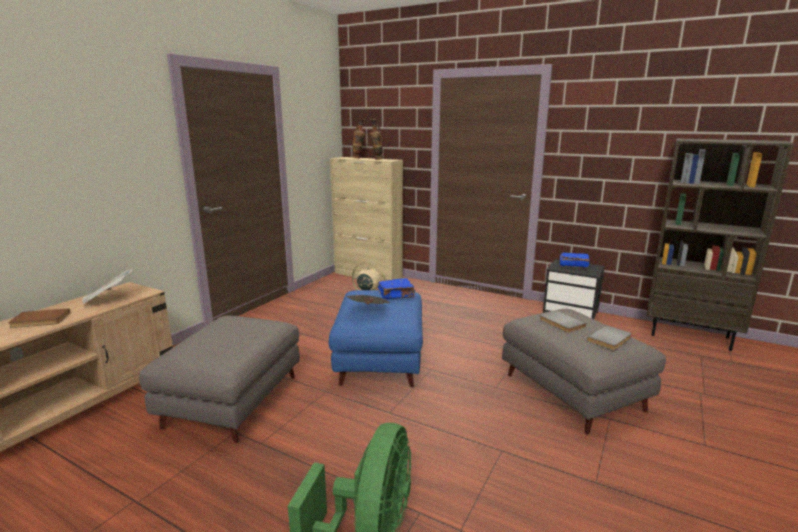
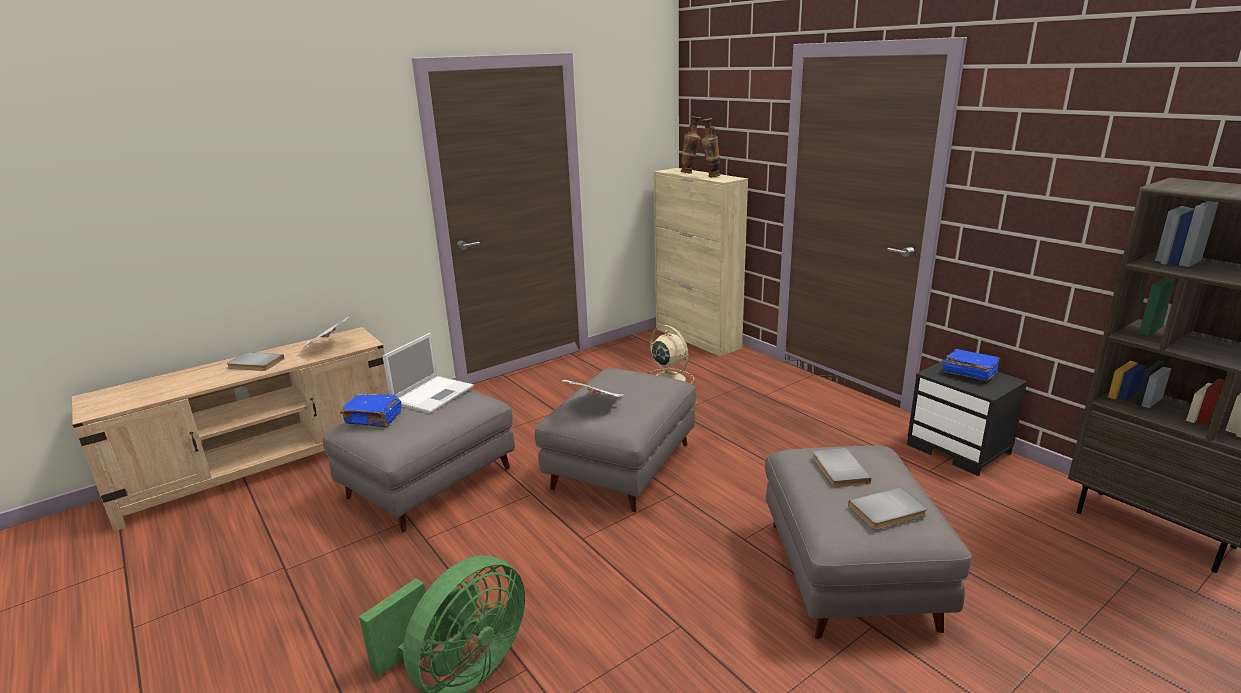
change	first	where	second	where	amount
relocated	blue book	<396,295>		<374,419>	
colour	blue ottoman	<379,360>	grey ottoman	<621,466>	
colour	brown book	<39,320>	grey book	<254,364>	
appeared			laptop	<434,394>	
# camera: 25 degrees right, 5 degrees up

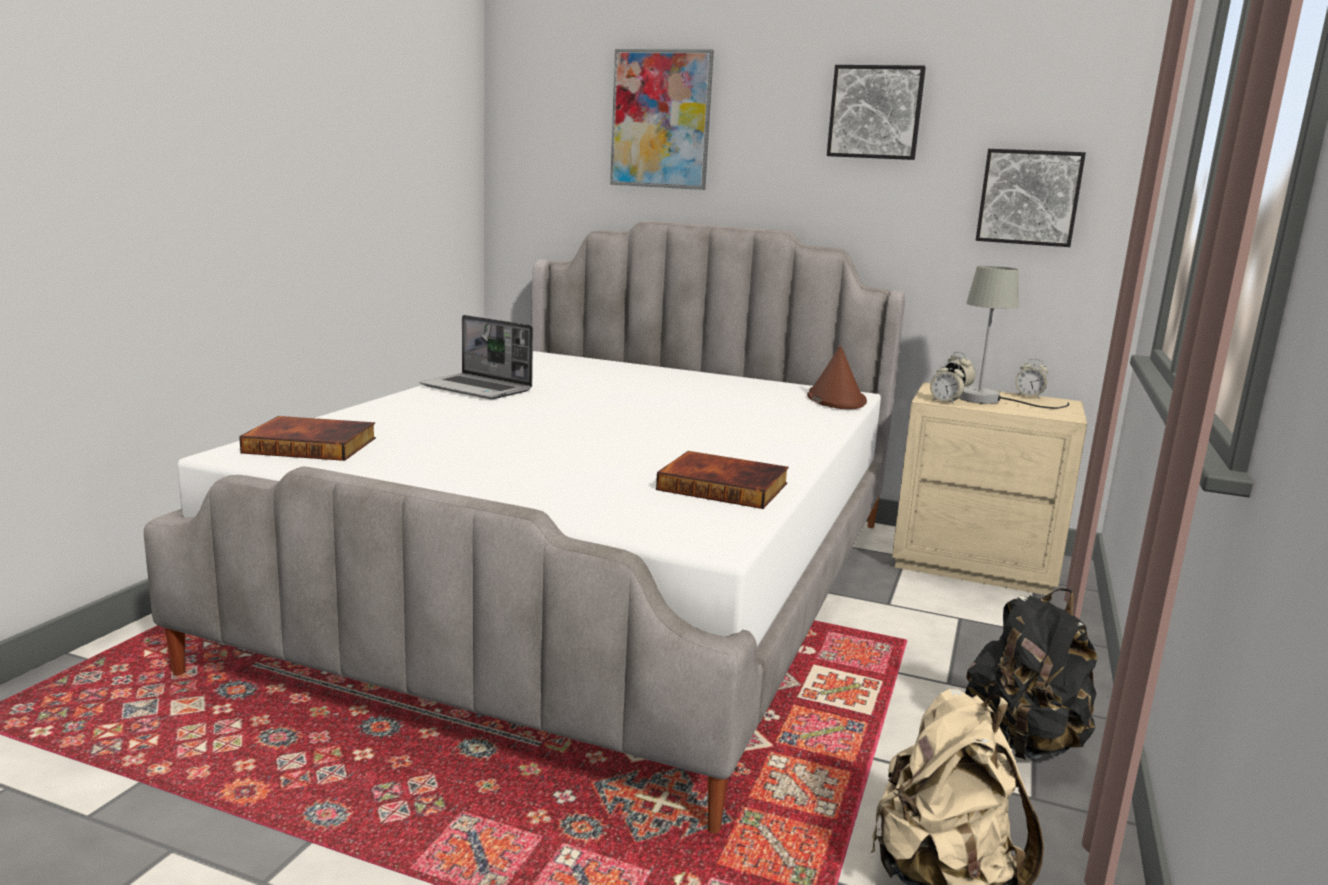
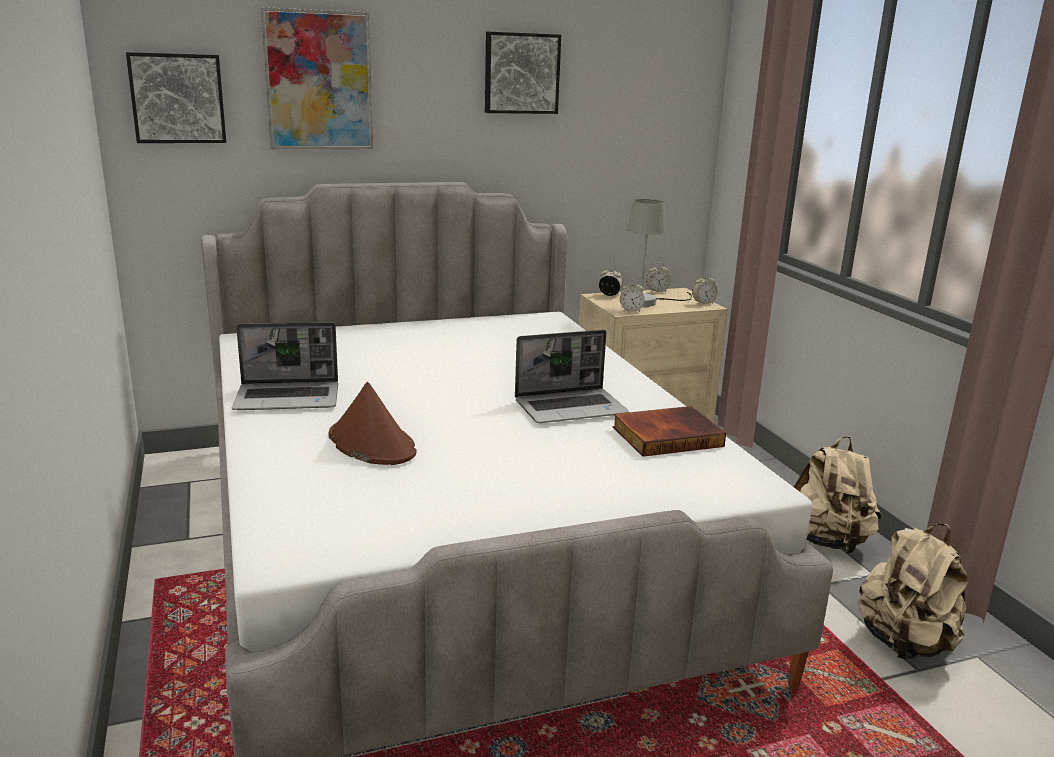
change	first	where	second	where	amount
relocated	picture	<1029,197>		<178,98>	
relocated	brown hat	<835,399>		<371,444>	
missing	book	<312,445>			
colour	black backpack	<1024,742>	beige backpack	<827,541>	
appeared			alarm clock	<703,303>	
appeared			laptop	<571,408>	
# camera: 40 degrees left, 5 degrees up

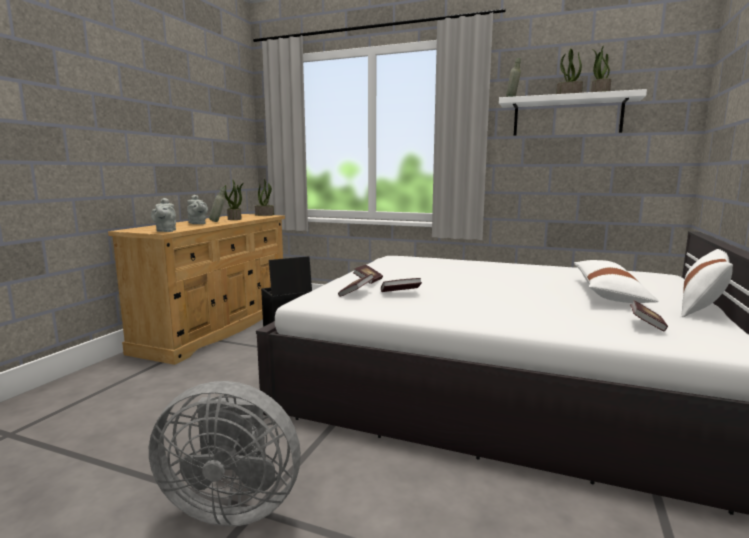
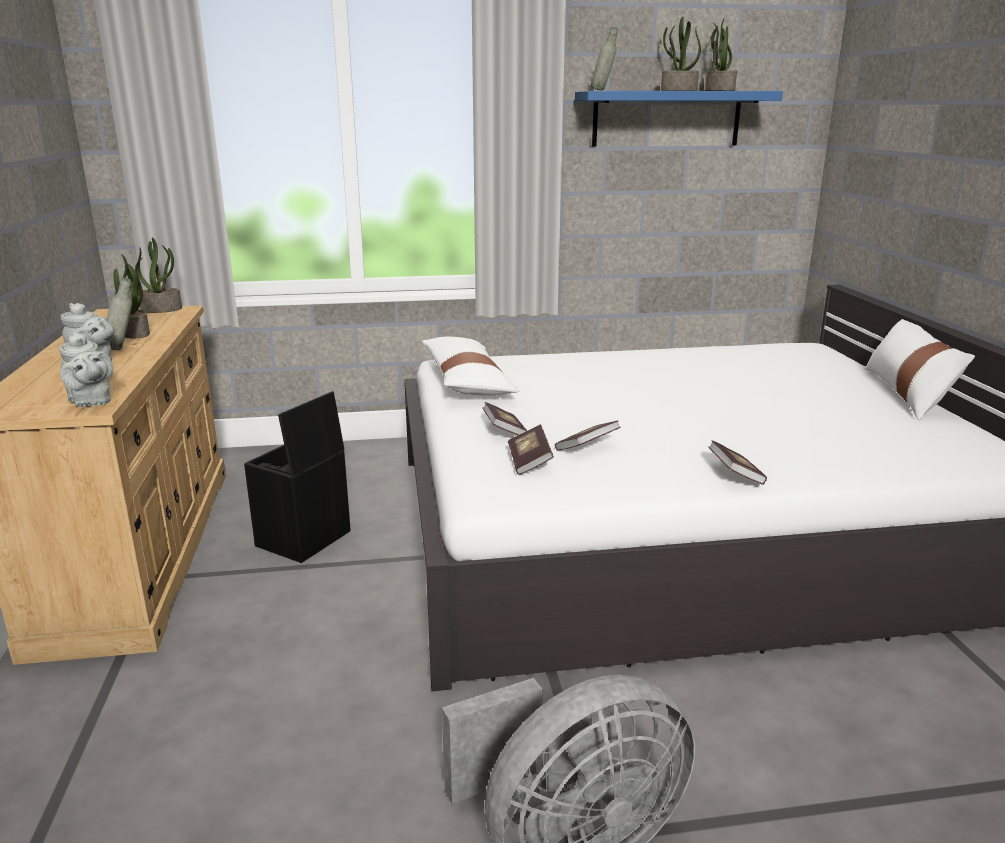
change	first	where	second	where	amount
colour	white shelf	<567,116>	blue shelf	<666,119>	
relocated	white pillow	<608,293>		<467,381>	
relocated	book	<646,325>		<735,475>	
# camera: 30 degrees left, 10 degrees up

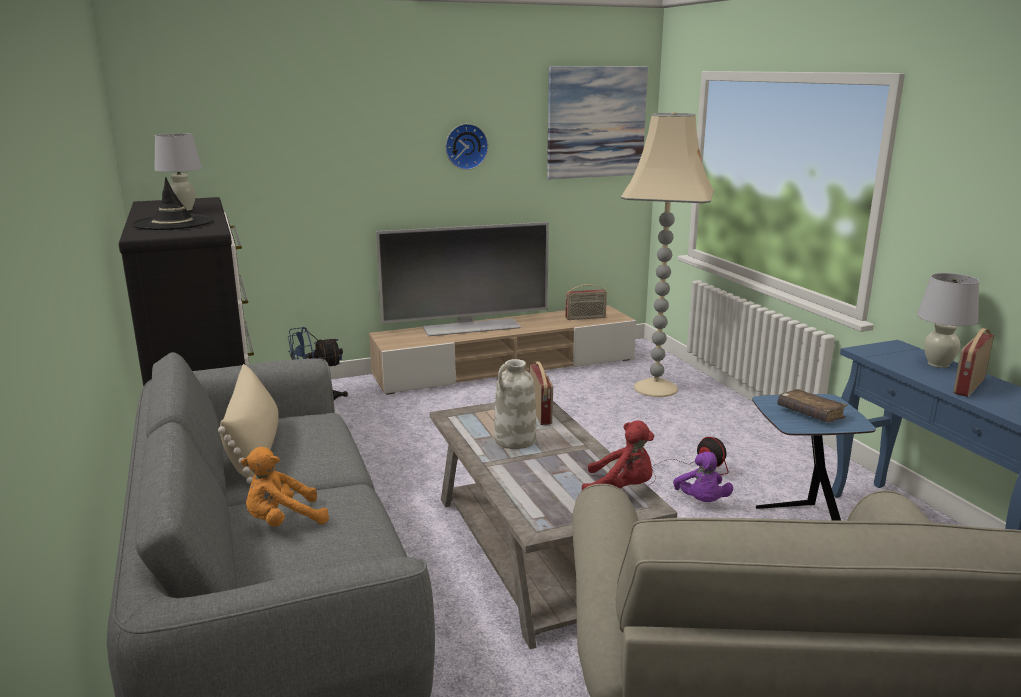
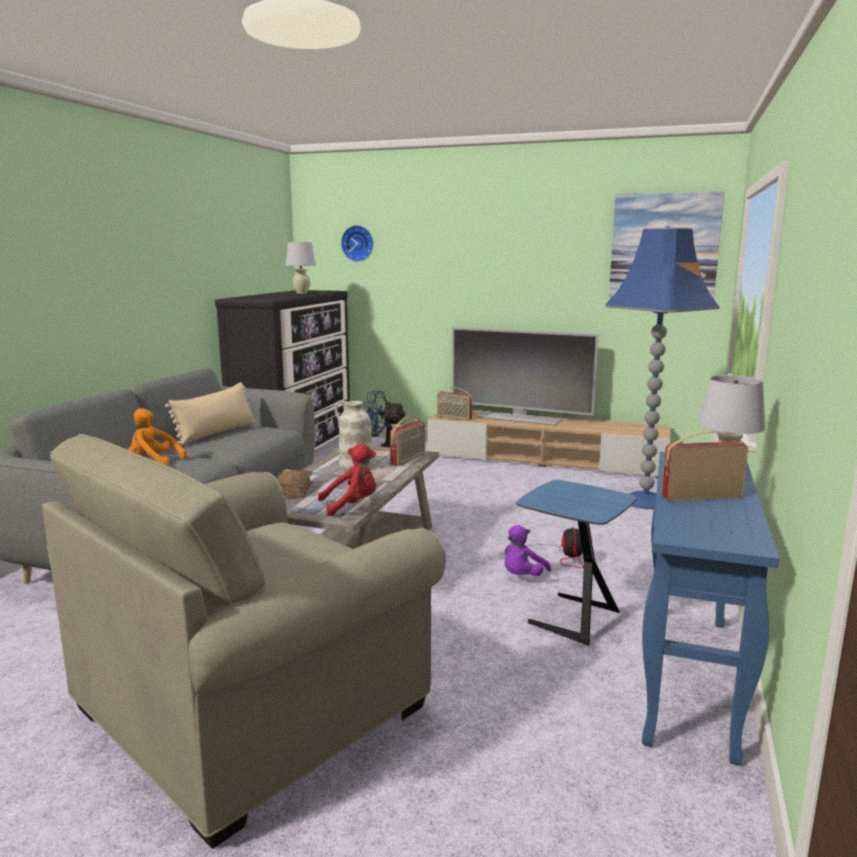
change	first	where	second	where	amount
colour	beige floor lamp	<656,388>	blue floor lamp	<646,501>	
relocated	wall clock	<465,146>		<358,243>	
missing	black hat	<173,223>			
relocated	radio	<585,318>		<454,418>	
relocated	brown book	<810,413>		<292,490>	
spun	red plush toy	<621,489>		<352,505>	75 degrees counterclockwise
# camera: 40 degrees right, 5 degrees down

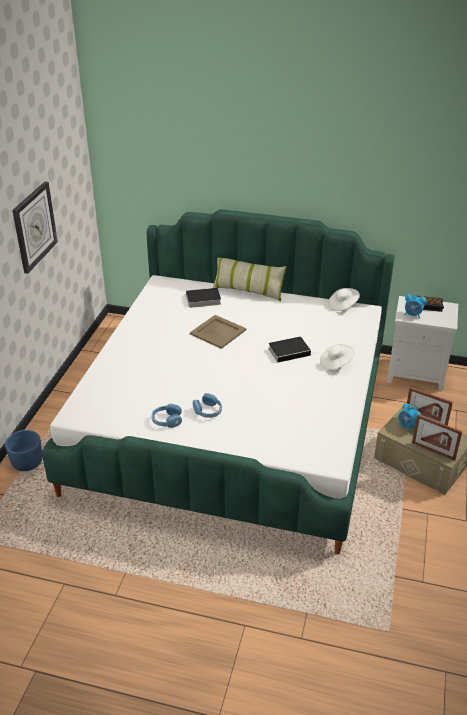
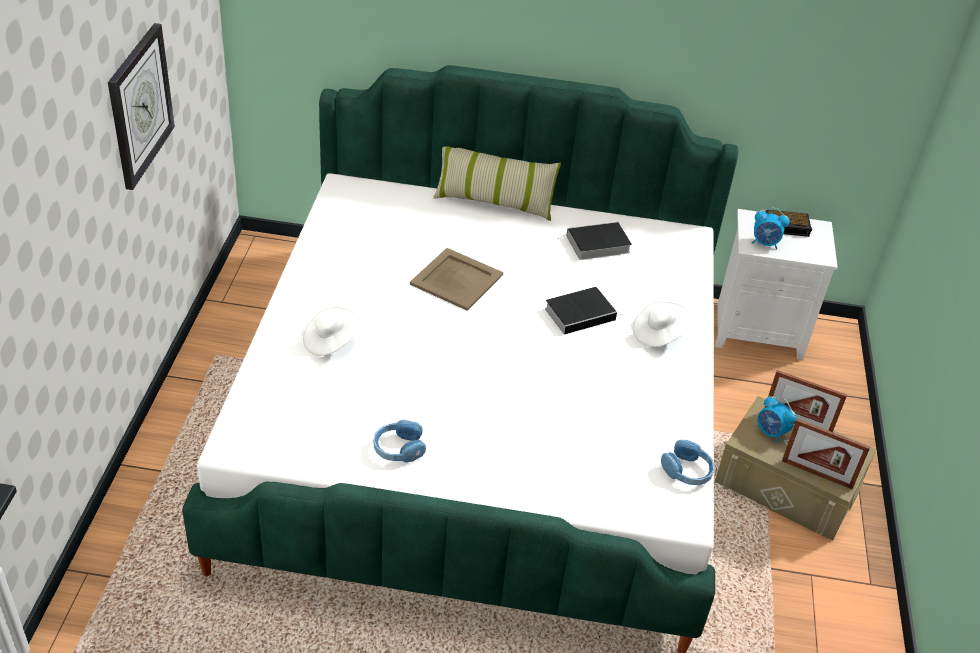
change	first	where	second	where	amount
relocated	book	<202,300>		<596,245>	
relocated	white hat	<342,305>		<330,341>	
relocated	blue headphones	<208,411>		<687,471>	
missing	blue planter	<27,463>			
# camera: 10 degrees left, 5 degrees up

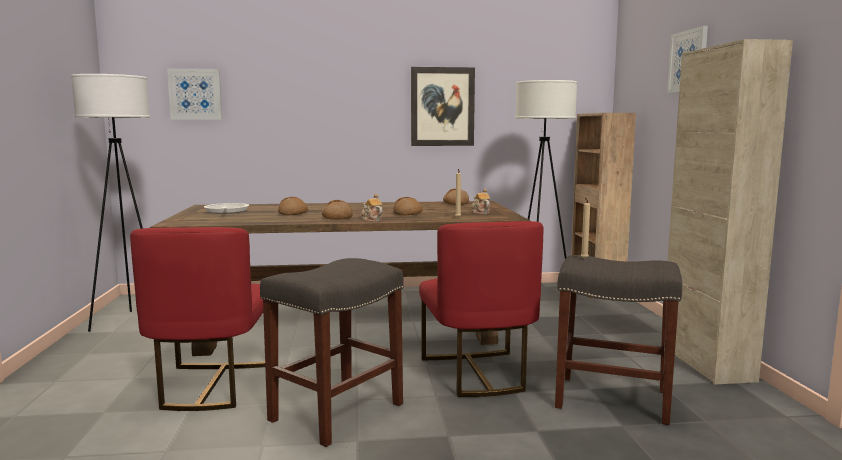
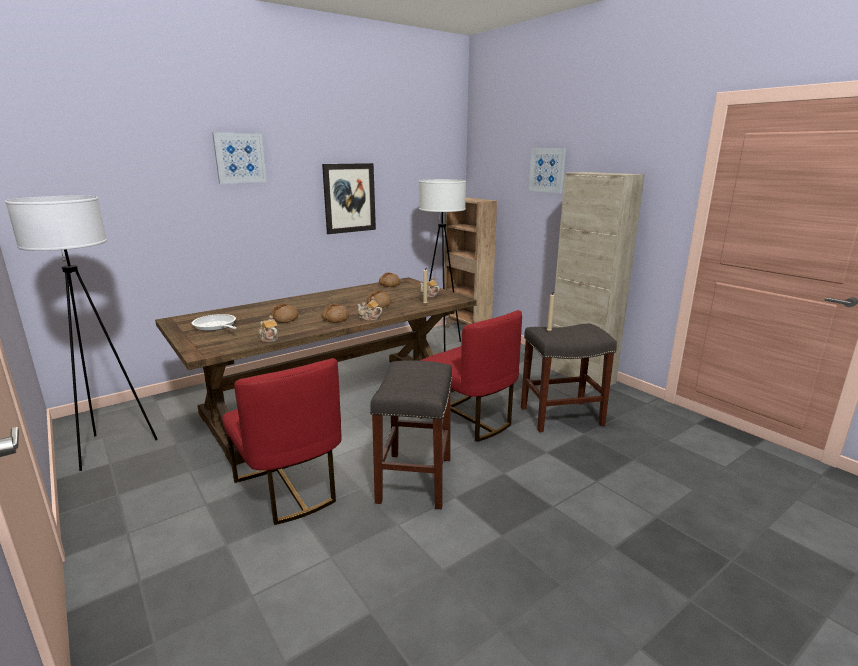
change	first	where	second	where	amount
relocated	picture	<195,94>		<239,158>	
appeared			teapot	<268,339>	
# camera: 30 degrees left, 10 degrees up

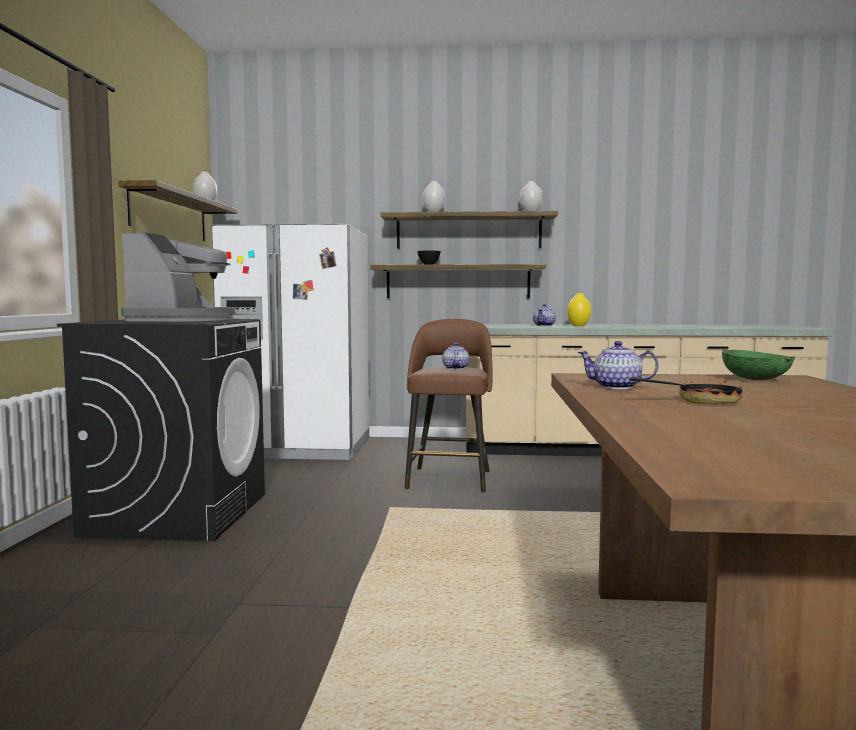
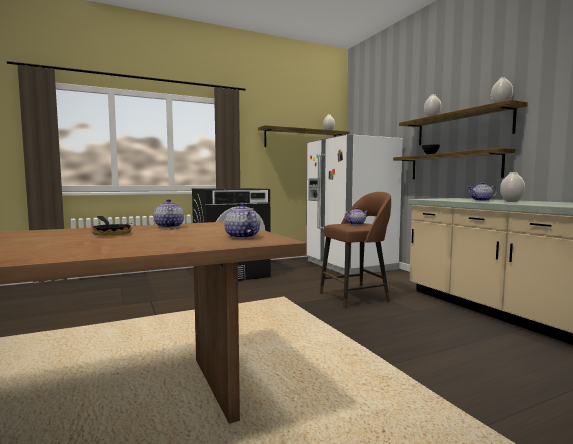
change	first	where	second	where	amount
missing	coffee machine	<183,320>			
colour	yellow vase	<578,325>	white vase	<511,201>	
exchanged	green bowl	<757,380>	teapot	<242,236>	
# camera: 60 degrees right, 0 degrees up

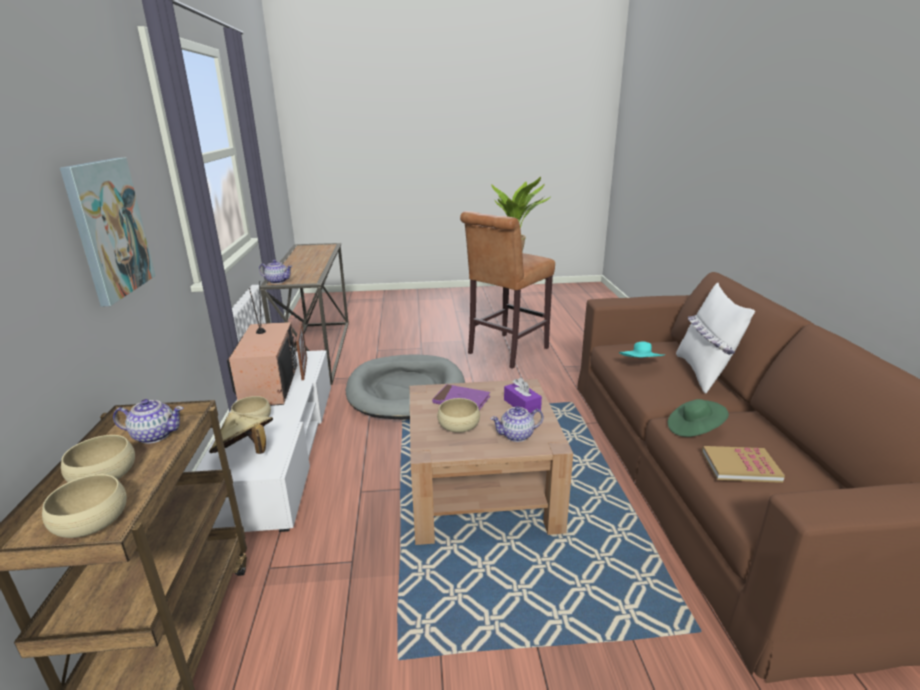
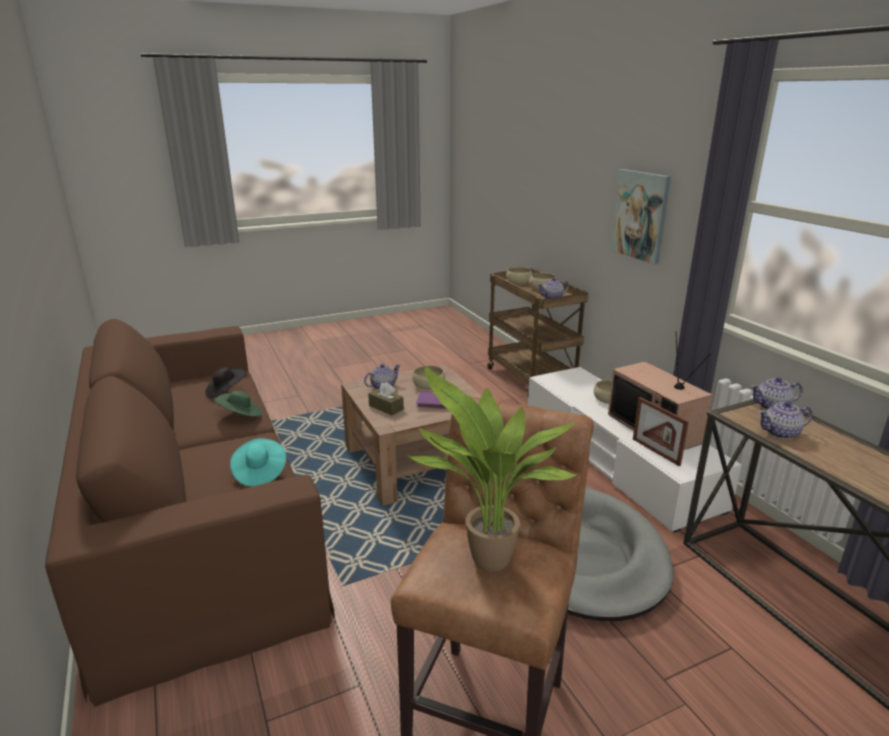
change	first	where	second	where	amount
missing	white pillow	<703,373>			
colour	purple tissue box	<522,405>	brown tissue box	<386,407>	
missing	beige hat	<245,452>			
exchanged	book	<740,466>	black hat	<226,392>	
appeared			teapot	<781,433>	
# camera: 160 degrees right, 0 degrees up

